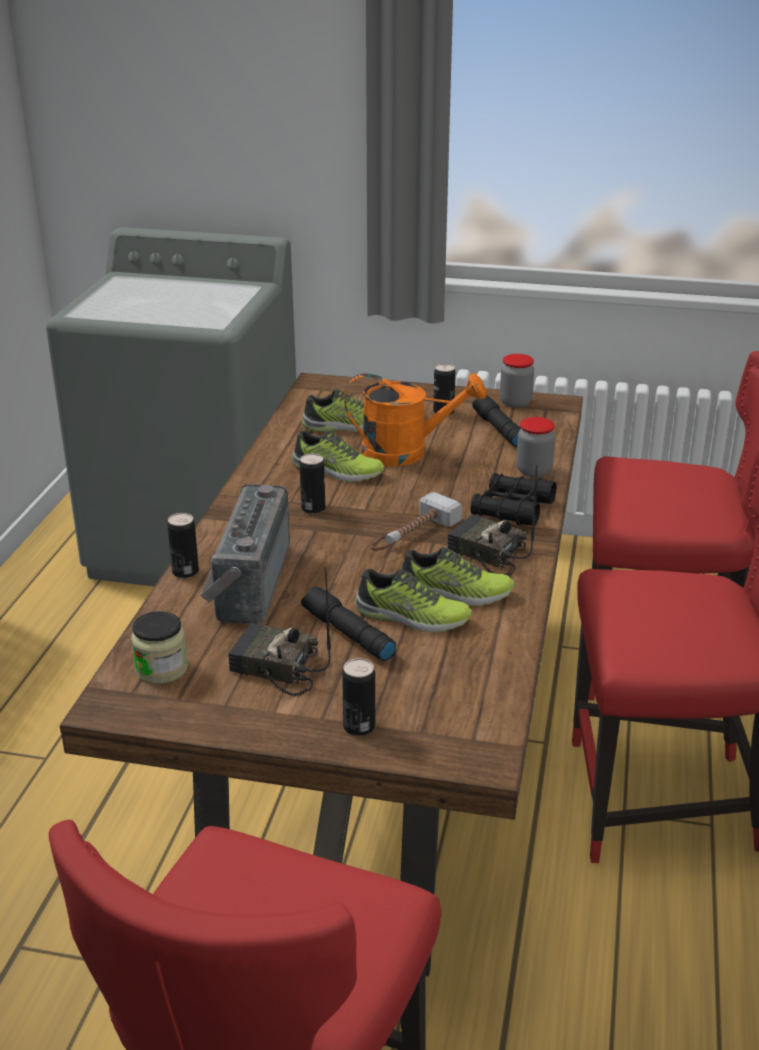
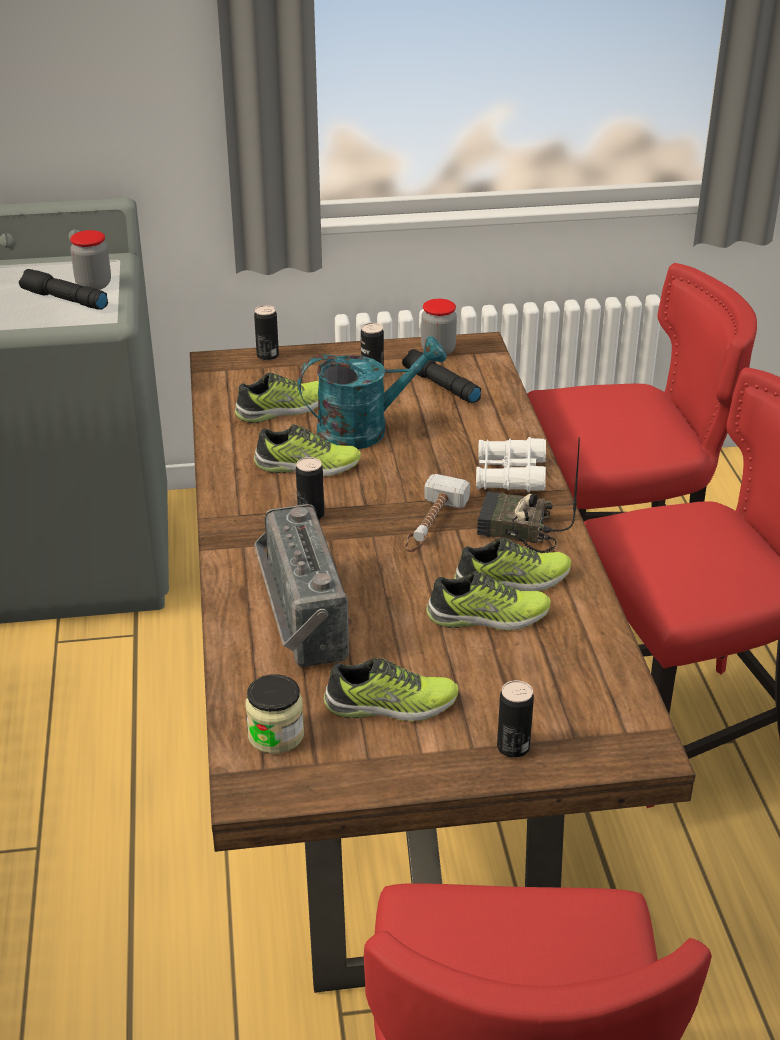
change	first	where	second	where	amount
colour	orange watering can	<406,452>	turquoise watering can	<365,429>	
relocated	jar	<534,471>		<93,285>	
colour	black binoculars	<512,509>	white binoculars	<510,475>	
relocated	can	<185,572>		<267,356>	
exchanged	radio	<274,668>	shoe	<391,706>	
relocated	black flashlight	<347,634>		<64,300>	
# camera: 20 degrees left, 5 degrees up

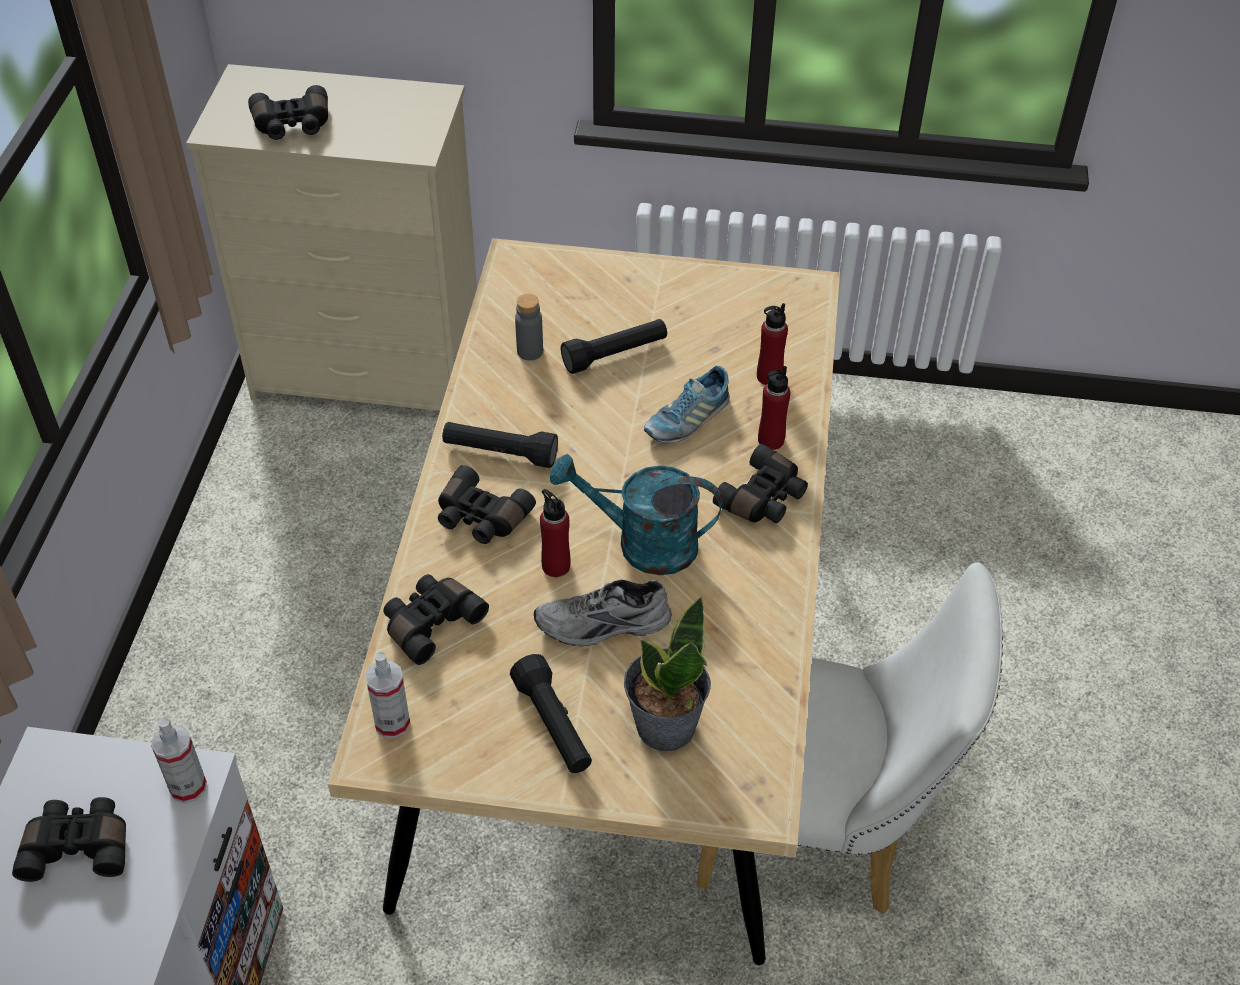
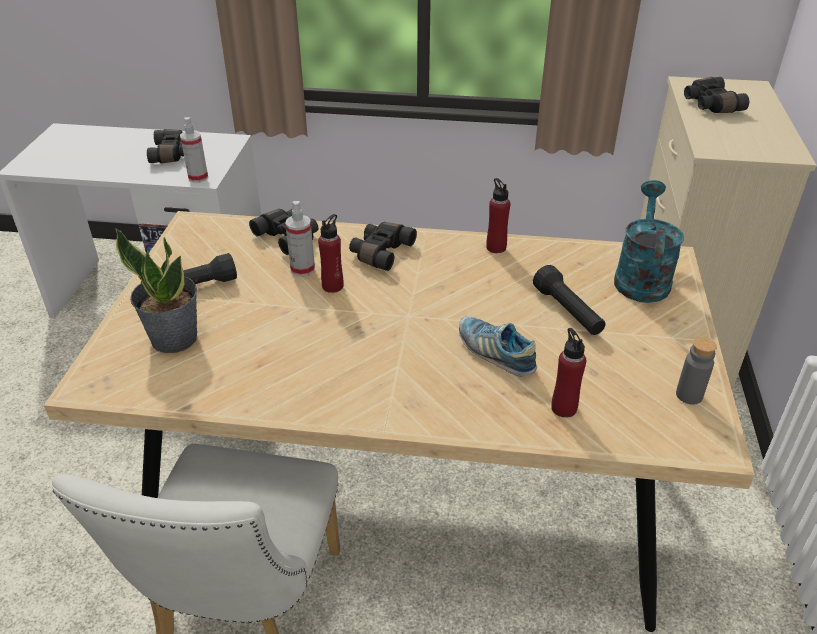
change	first	where	second	where	amount
relocated	grey bottle	<530,351>		<689,395>	
relocated	red bottle	<770,440>		<496,247>	
missing	black flashlight	<500,453>			
missing	black binoculars	<764,498>			
relocated	turquoise watering can	<642,544>		<641,277>	
missing	grey shoe	<603,626>			
relocated	spray bottle	<392,723>		<302,269>	
# camera: 90 degrees right, 10 degrees down

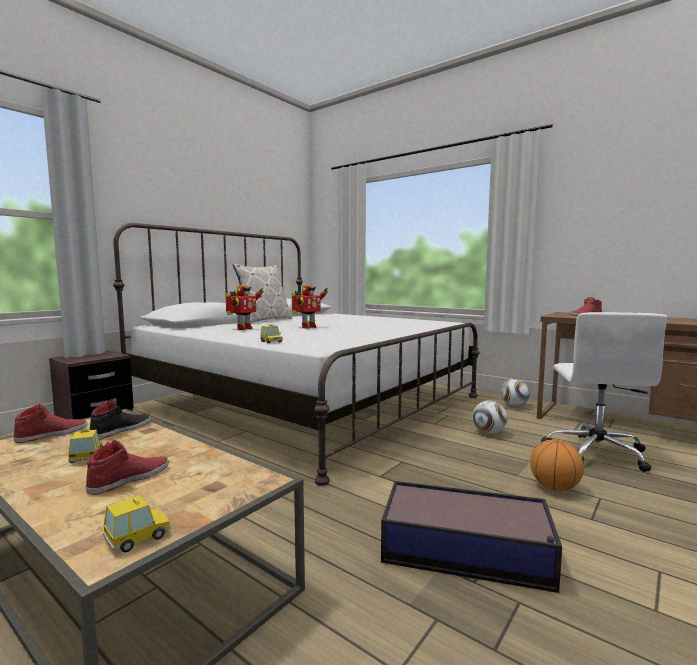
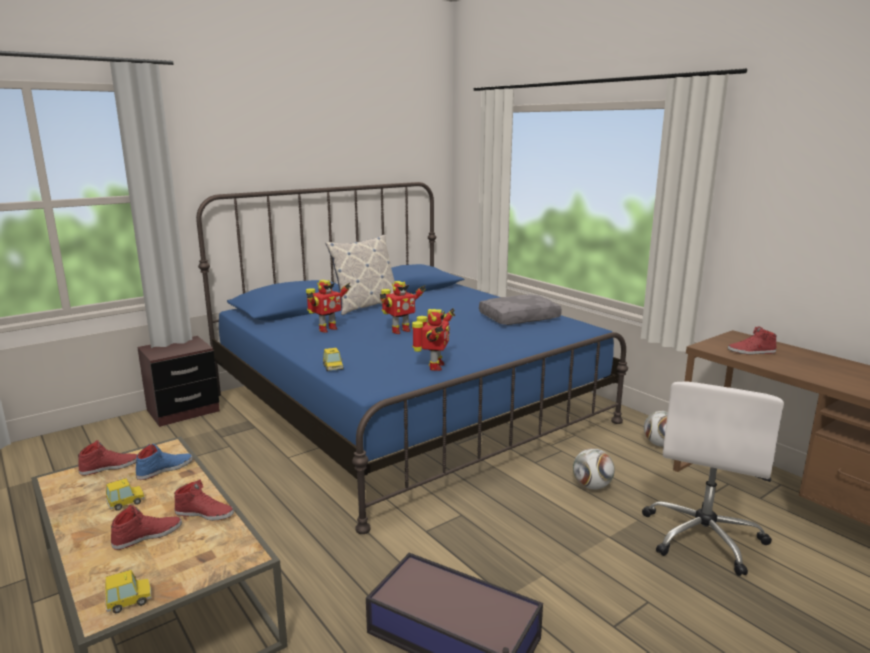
change	first	where	second	where	amount
colour	white bed	<306,402>	blue bed	<407,408>	
colour	black shoe	<121,430>	blue shoe	<165,469>	
spun	toy car	<86,457>		<126,502>	60 degrees clockwise
missing	basketball	<554,487>			
appeared			grey pillow	<519,318>	
appeared			toy robot	<434,367>	
appeared			red shoe	<205,513>	
# camera: 15 degrees right, 10 degrees up

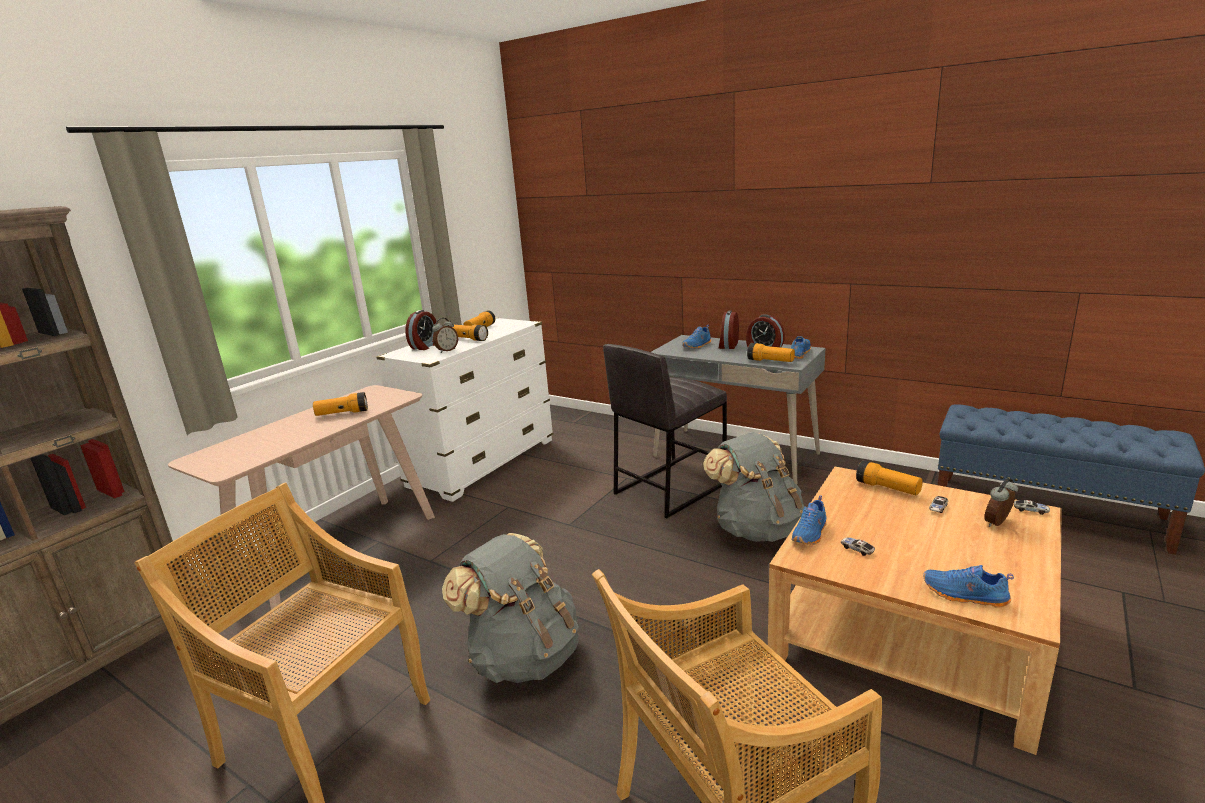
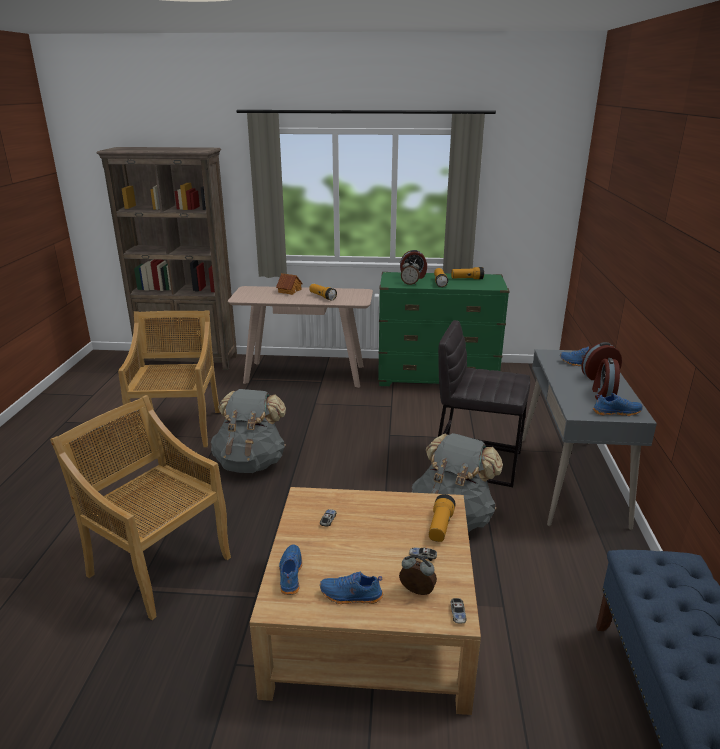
change	first	where	second	where	amount
colour	white dresser	<483,463>	green dresser	<437,378>	
missing	flashlight	<770,361>			
relocated	blue shoe	<810,534>		<351,596>	
appeared			toy house	<289,291>	
# camera: 60 degrees right, 5 degrees up

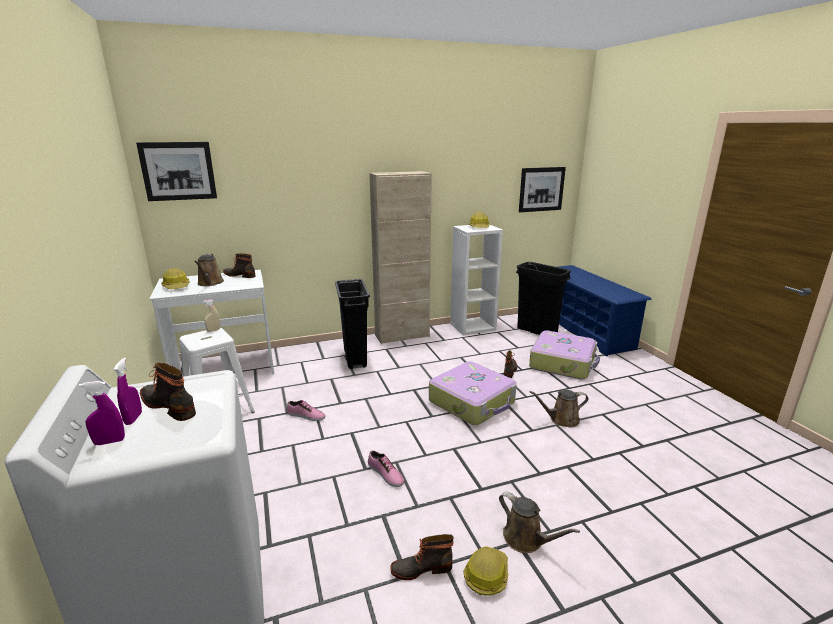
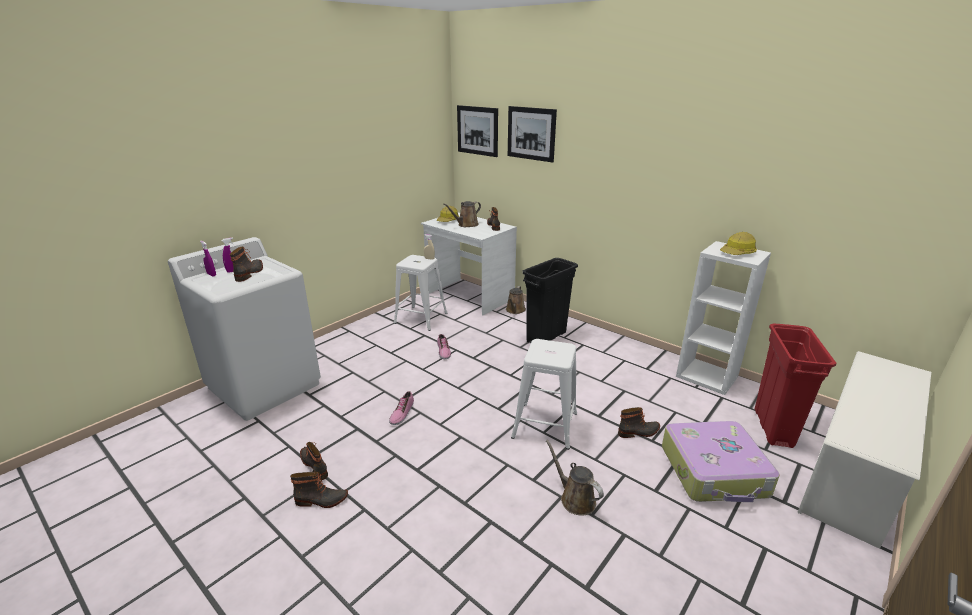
change	first	where	second	where	amount
relocated	picture	<541,189>		<531,133>	
missing	beige cabinet	<402,336>			
colour	black trash can	<537,331>	red trash can	<773,428>	
colour	blue shoe rack	<584,330>	white shoe rack	<852,473>	
exchanged	suitcase	<473,402>	white stool	<545,425>	
relocated	brown watering can	<526,539>		<515,310>	
exchanged	hard hat	<486,575>	boot	<321,500>	
# camera: 60 degrees right, 5 degrees up

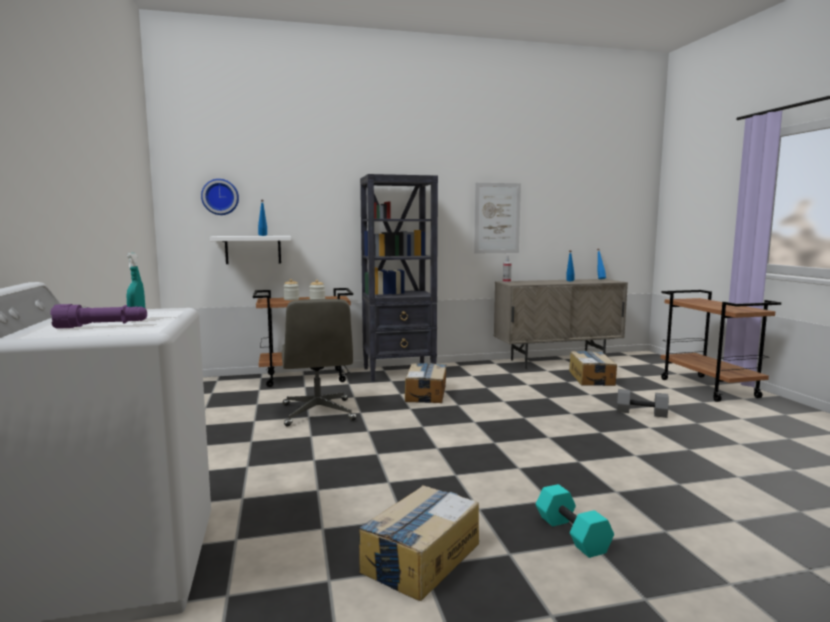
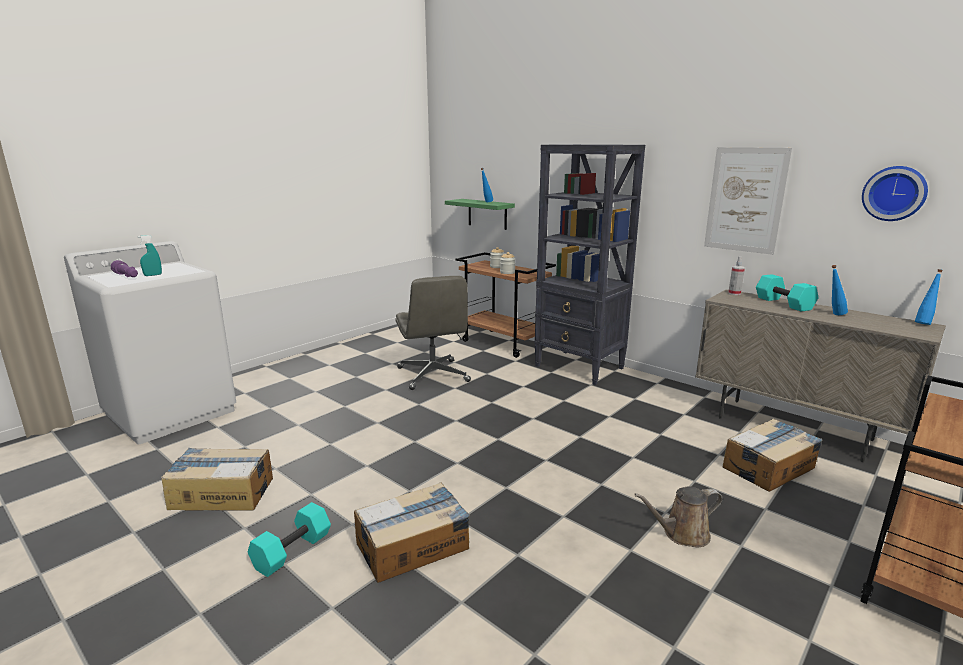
change	first	where	second	where	amount
relocated	wall clock	<220,197>		<894,193>	
colour	white shelf	<253,249>	green shelf	<487,214>	
spun	grey office chair	<318,413>		<433,375>	60 degrees counterclockwise
relocated	cardboard box	<426,393>		<413,546>	
exchanged	grey dumbbell	<642,412>	brown watering can	<682,534>	
appeared			turquoise dumbbell	<785,303>	
# camera: 55 degrees right, 10 degrees up

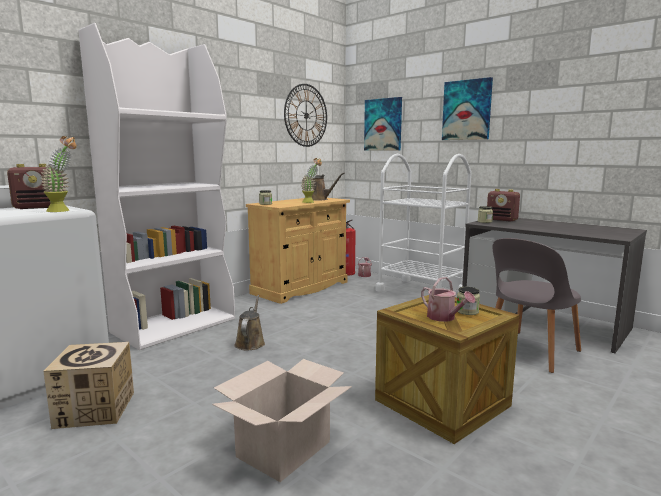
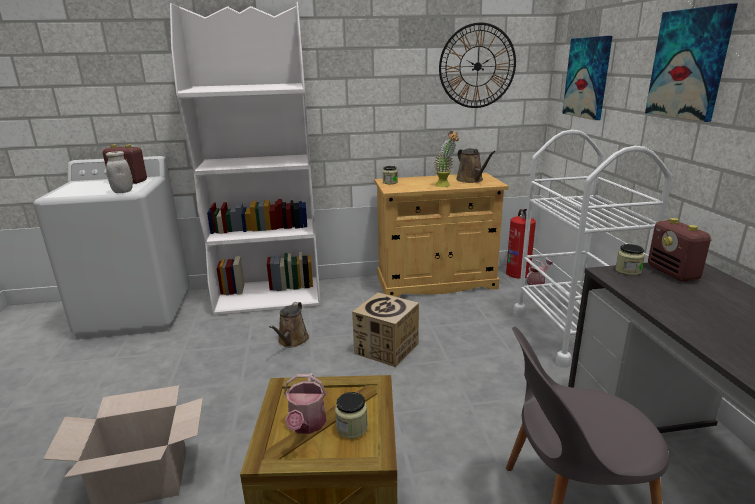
change	first	where	second	where	amount
exchanged	potted plant	<64,210>	white jar	<123,191>	
spun	brown watering can	<250,343>		<292,341>	150 degrees clockwise
relocated	cardboard box	<95,409>		<386,348>	
# camera: 40 degrees right, 10 degrees up

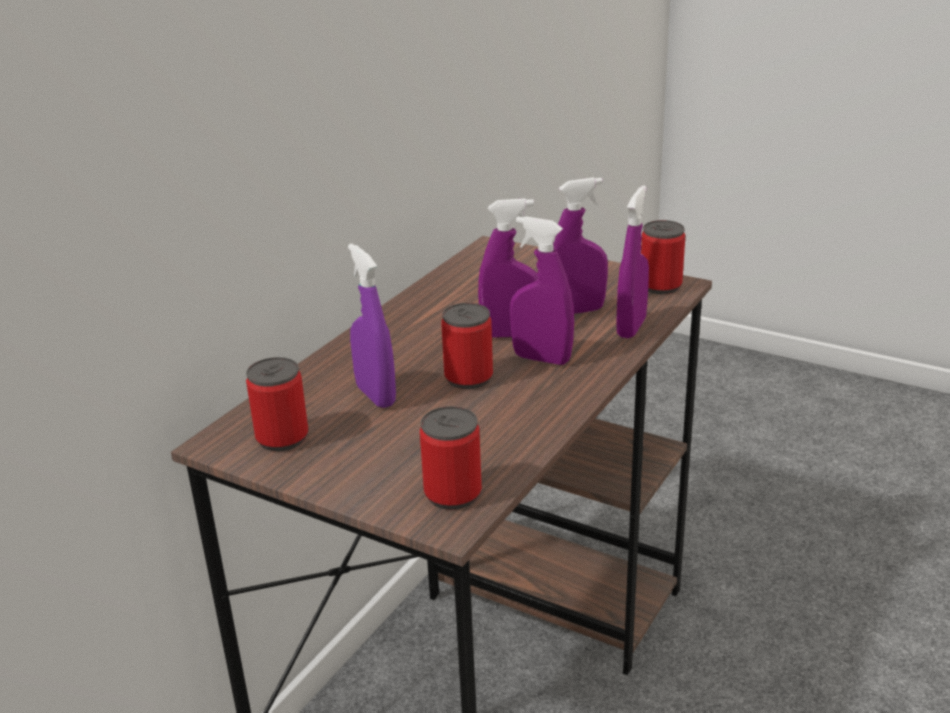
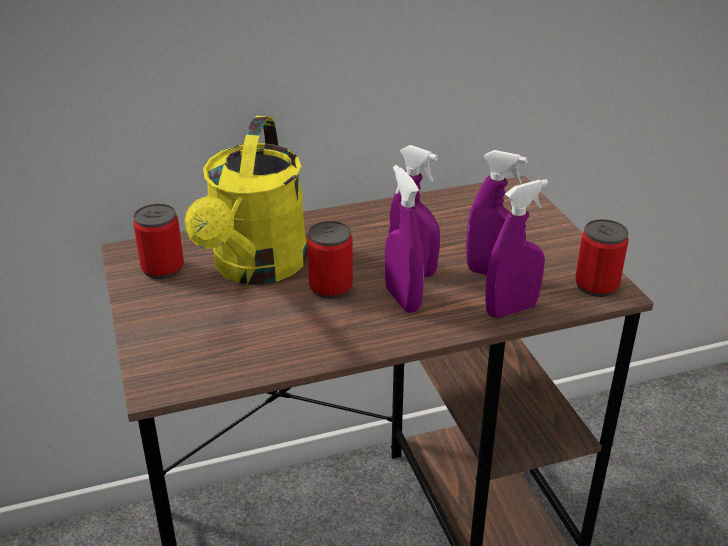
change	first	where	second	where	amount
exchanged	purple spray bottle	<375,396>	yellow watering can	<255,268>	
missing	can	<453,494>			
# camera: 40 degrees right, 5 degrees up

